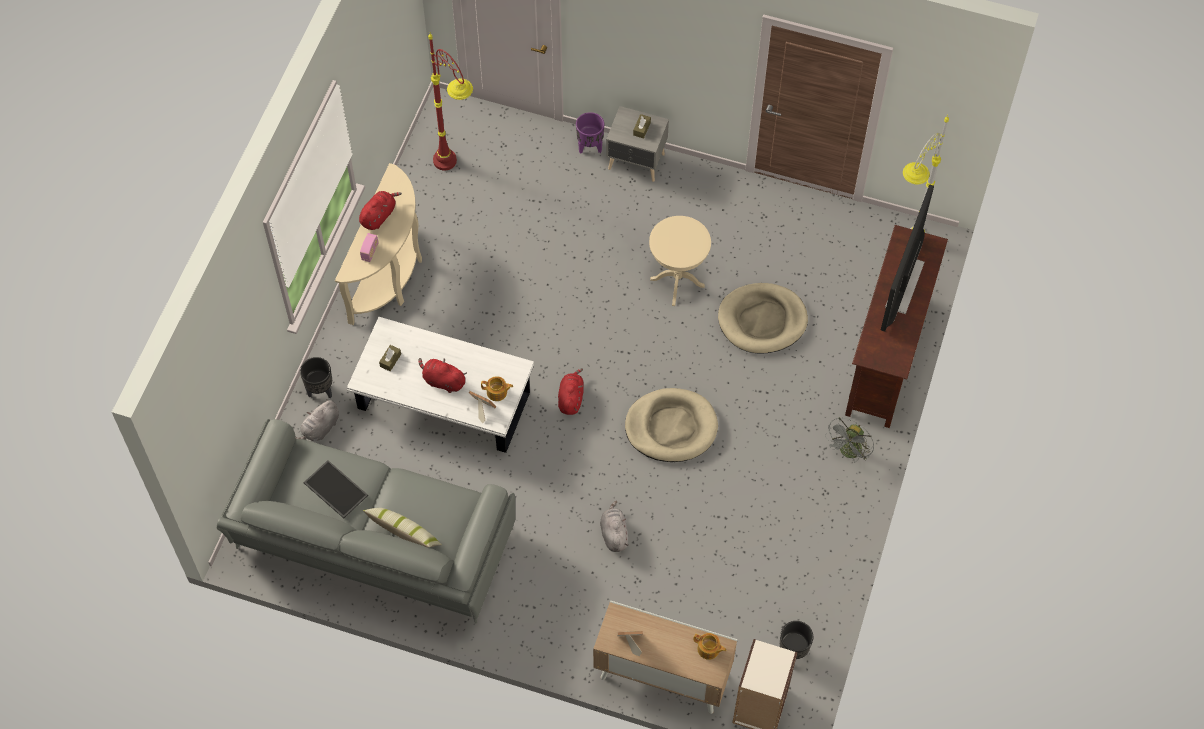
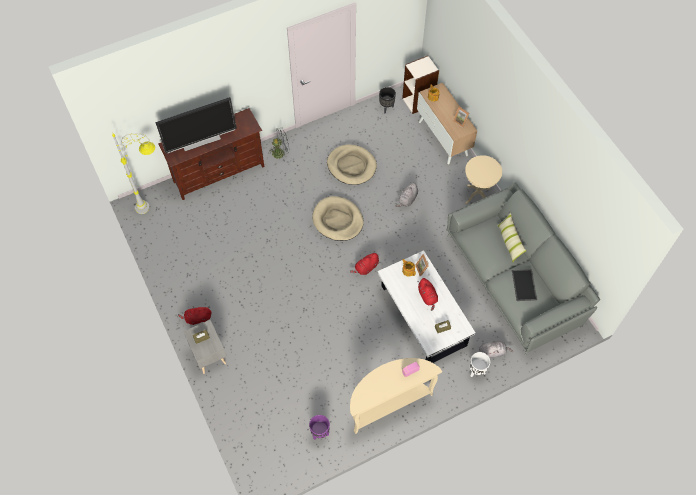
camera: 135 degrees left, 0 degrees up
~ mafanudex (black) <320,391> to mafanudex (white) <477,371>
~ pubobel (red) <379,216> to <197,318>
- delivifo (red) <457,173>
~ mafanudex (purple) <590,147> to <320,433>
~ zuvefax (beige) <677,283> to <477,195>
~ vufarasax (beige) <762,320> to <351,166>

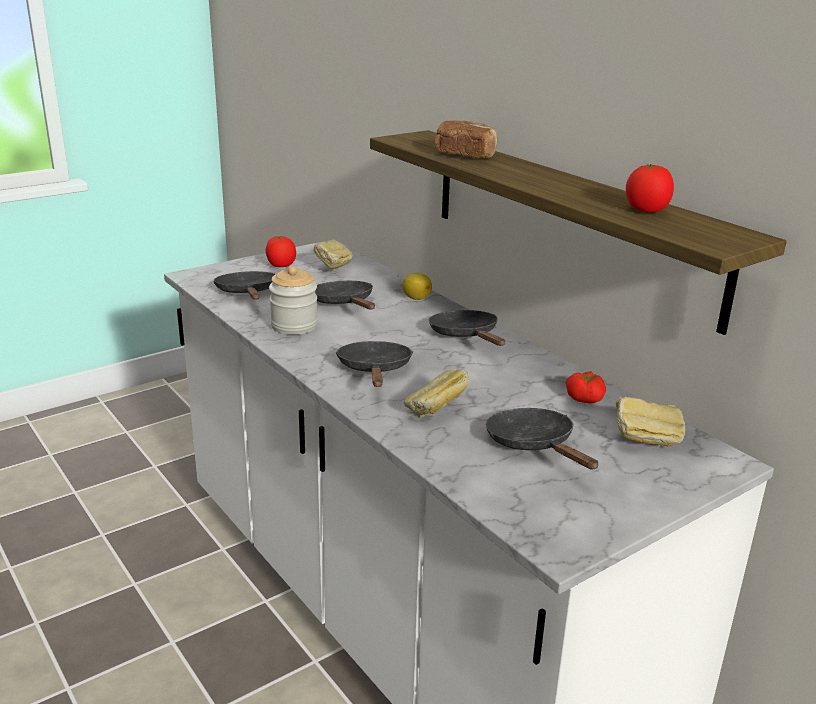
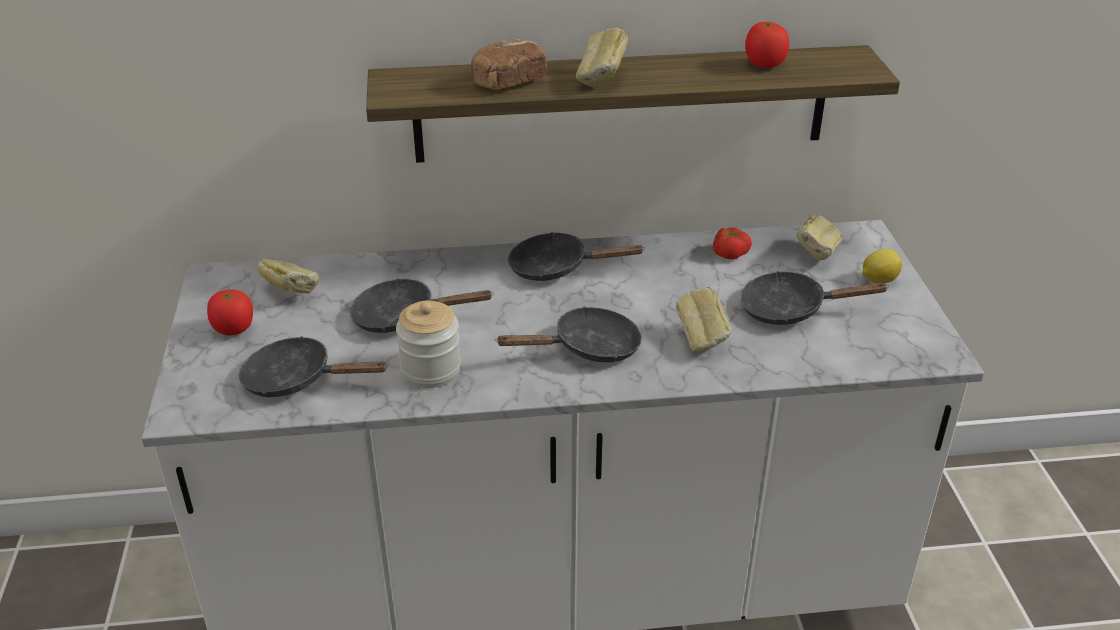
camera: 60 degrees left, 10 degrees up
~ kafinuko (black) <375,370> = <588,348> 135 degrees clockwise
~ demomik <415,298> to <878,280>
+ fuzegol <601,80>

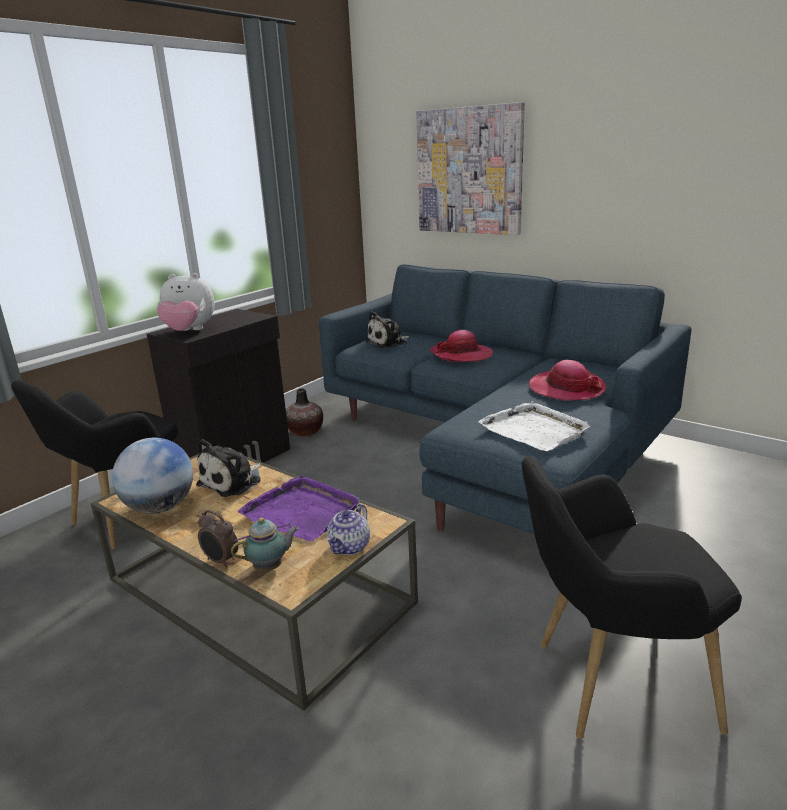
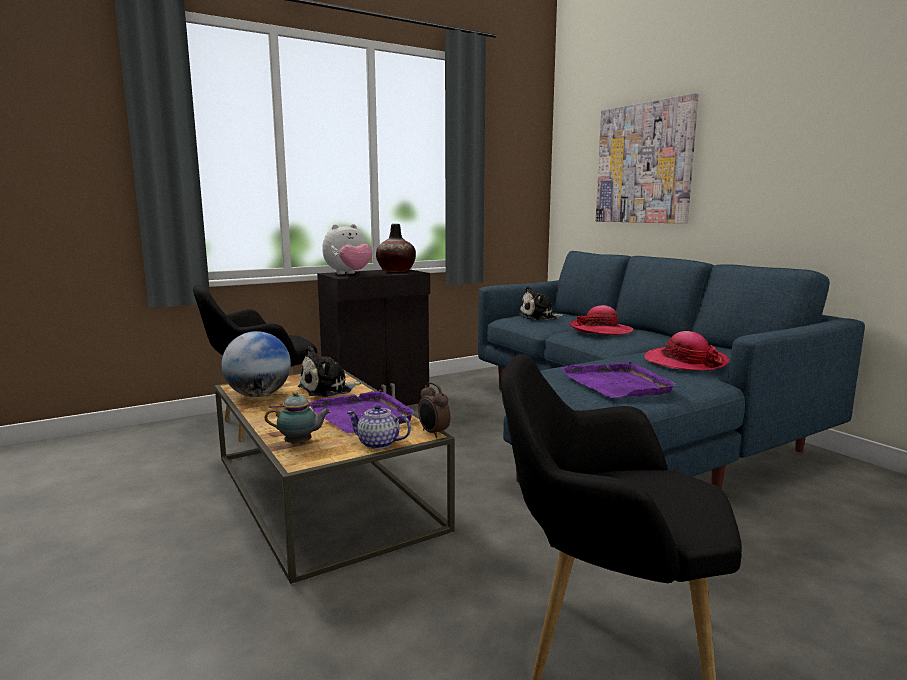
camera: 20 degrees right, 10 degrees down
~ pubobel <189,331> = <349,274> 60 degrees counterclockwise
~ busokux <220,561> to <433,433>
~ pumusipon <305,432> to <396,271>
~ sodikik <350,547> = <378,444> 60 degrees clockwise
~ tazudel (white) <534,430> to tazudel (purple) <617,384>

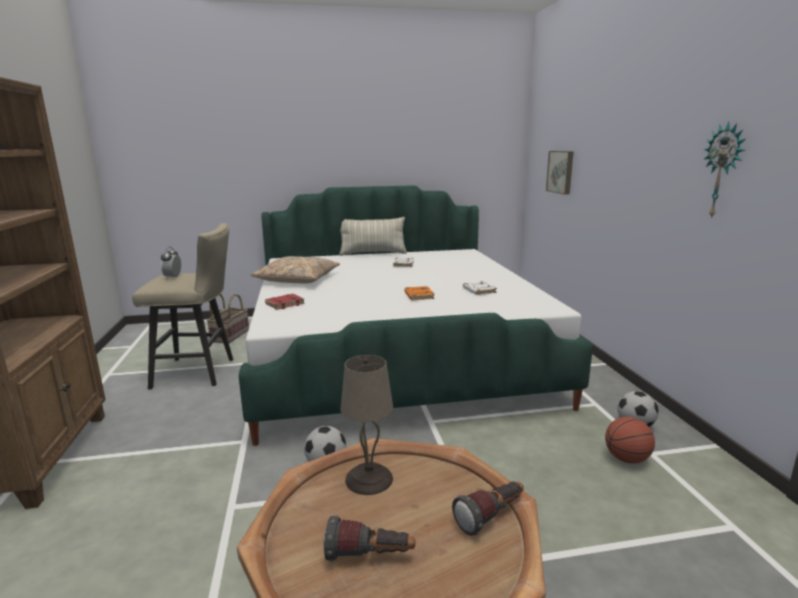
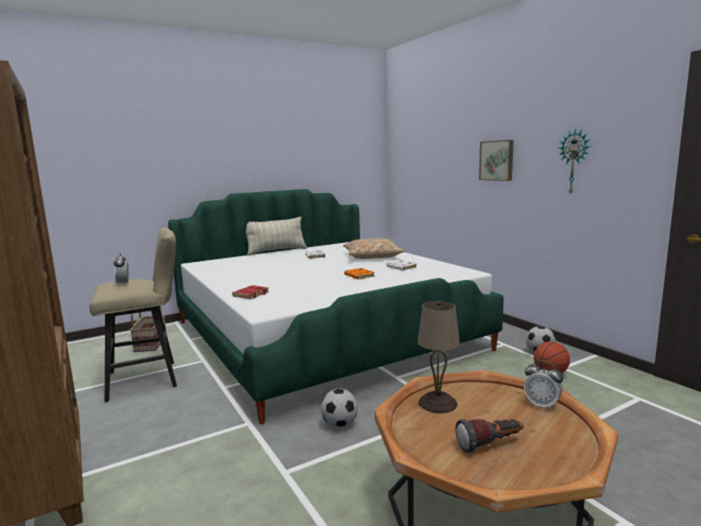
camera: 20 degrees left, 5 degrees down
~ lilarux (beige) <297,279> to <372,256>
~ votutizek <491,517> to busokux <542,405>
~ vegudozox <561,172> to <497,160>

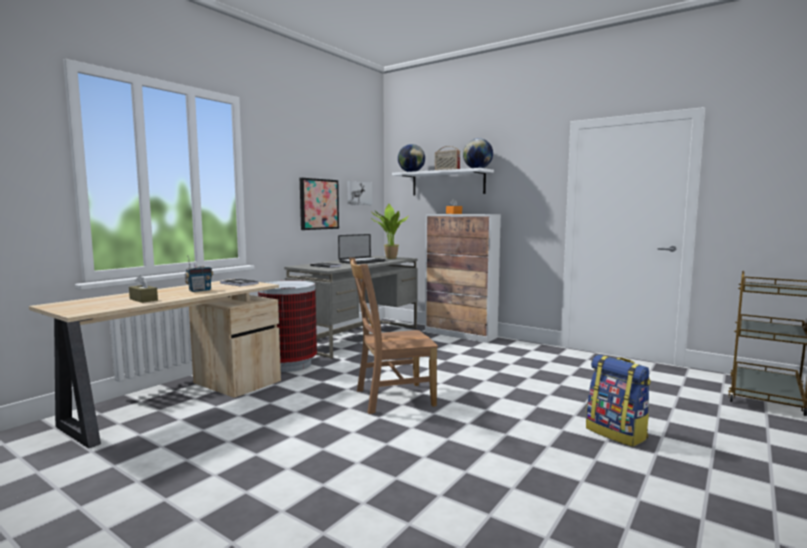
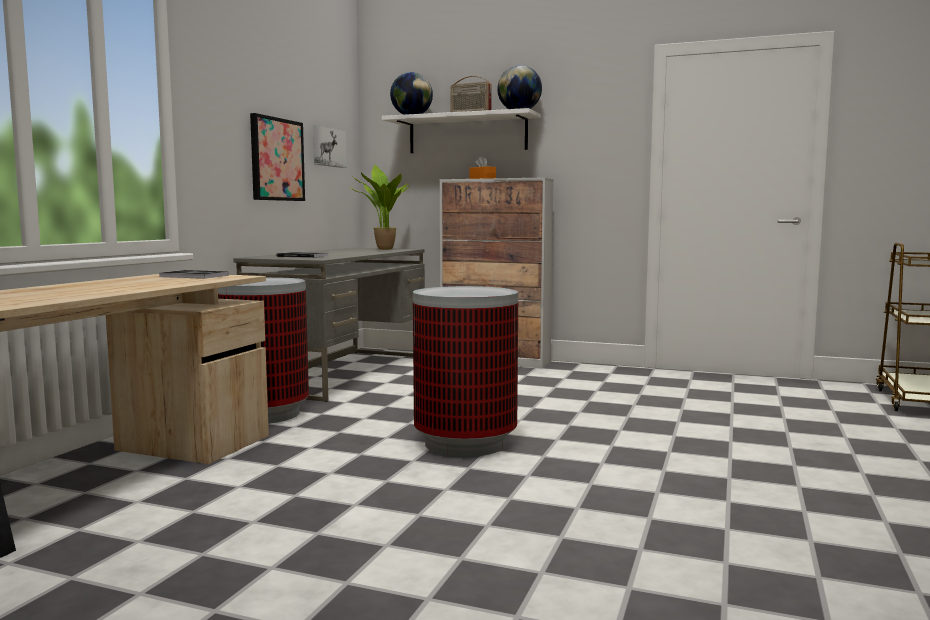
camera: 15 degrees left, 0 degrees up
- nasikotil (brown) <143,299>
- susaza <200,290>
- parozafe <362,262>
~ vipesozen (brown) <391,398> to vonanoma <464,443>
- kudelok <617,433>

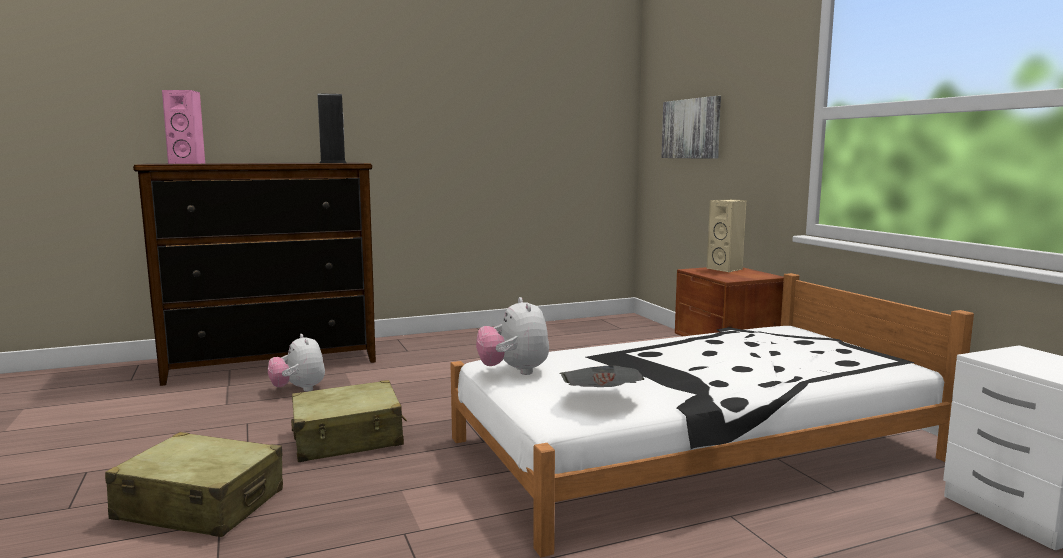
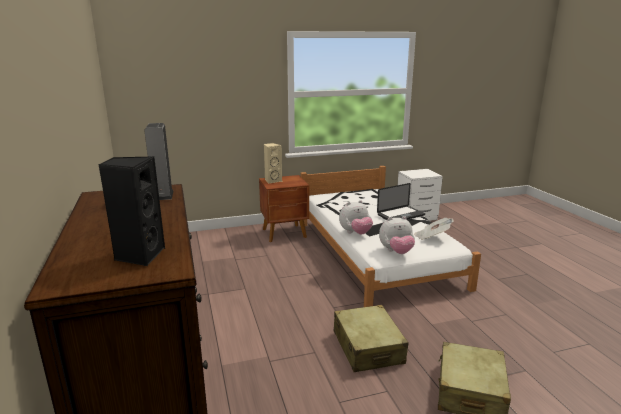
camera: 85 degrees left, 10 degrees up
~ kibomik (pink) <189,163> to kibomik (black) <139,255>
~ pubobel <298,389> to <355,233>
- vegudozox <691,128>
+ parozafe <400,215>

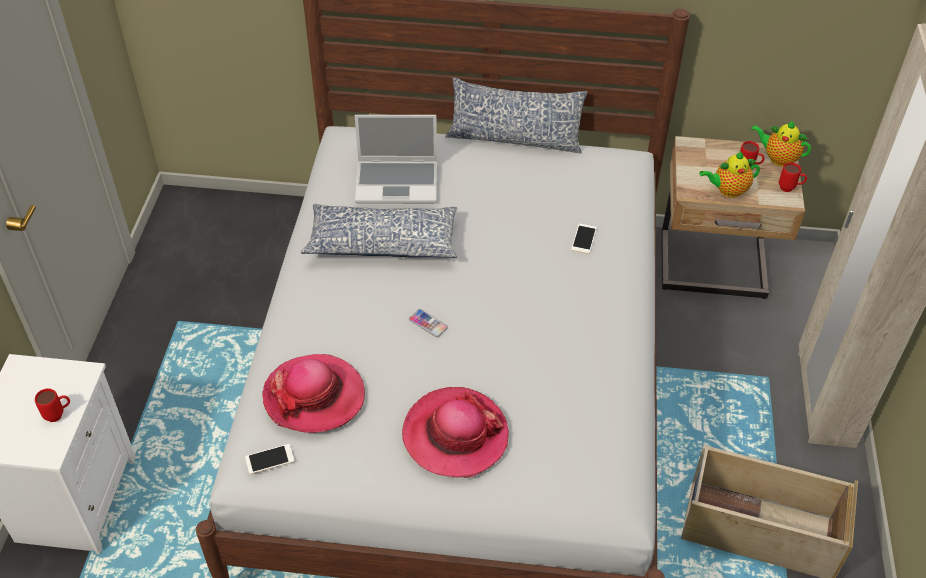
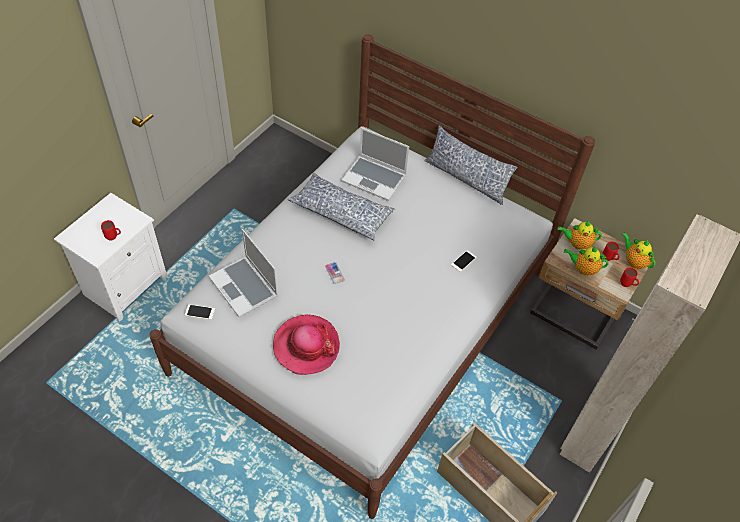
camera: 25 degrees right, 5 degrees up
~ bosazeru <314,396> to parozafe <245,287>
+ sodikik <577,243>

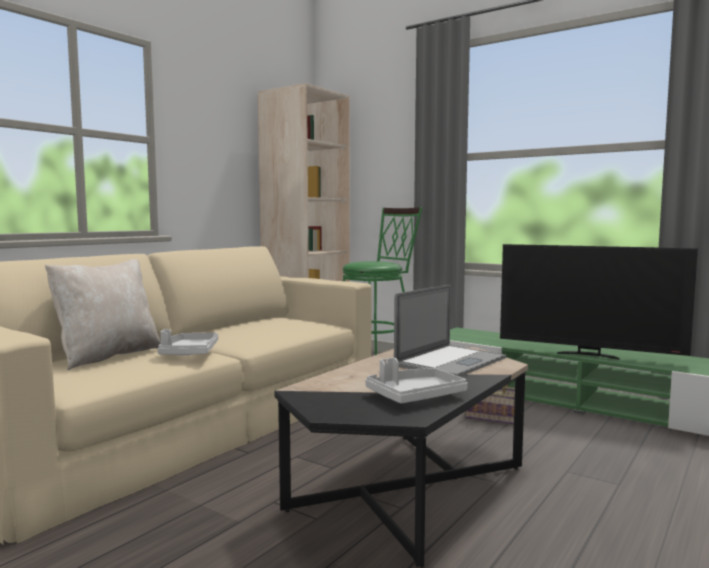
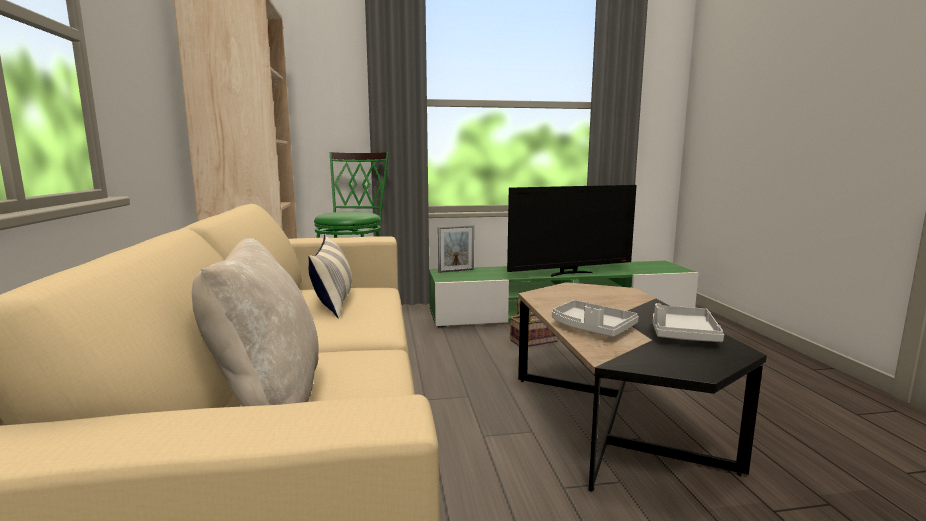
camera: 45 degrees left, 5 degrees up
~ tazudel (grey) <189,353> to <592,329>
- parozafe <451,362>
+ lilarux <334,298>
+ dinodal <456,271>

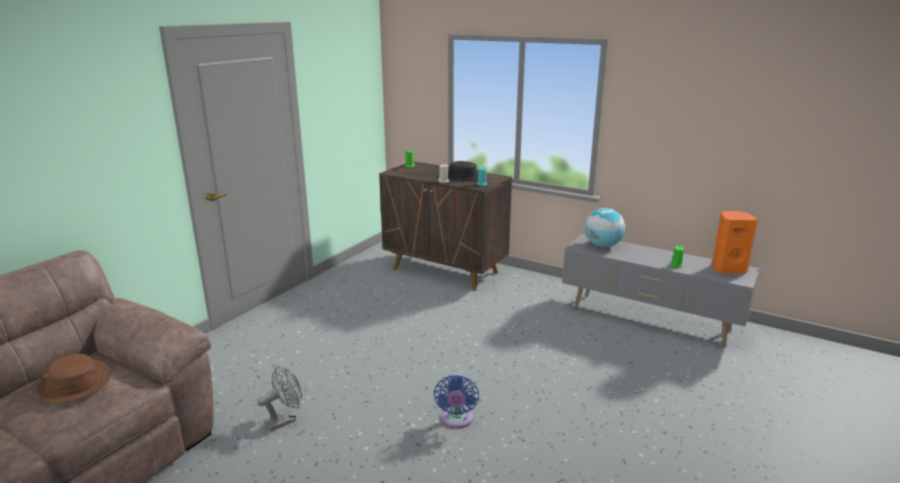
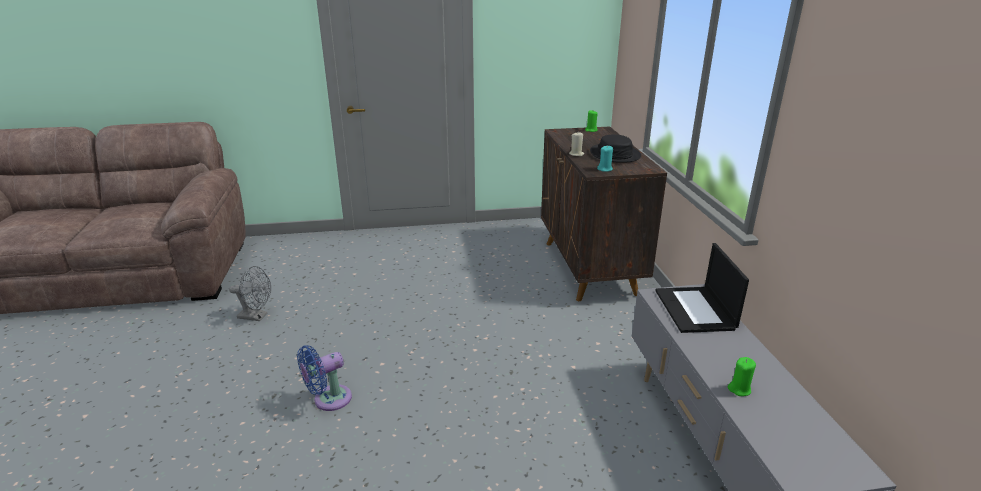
camera: 50 degrees right, 5 degrees up
- bosazeru (brown) <74,382>
~ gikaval <603,245> to parozafe <695,310>
- kibomik (orange) <727,269>

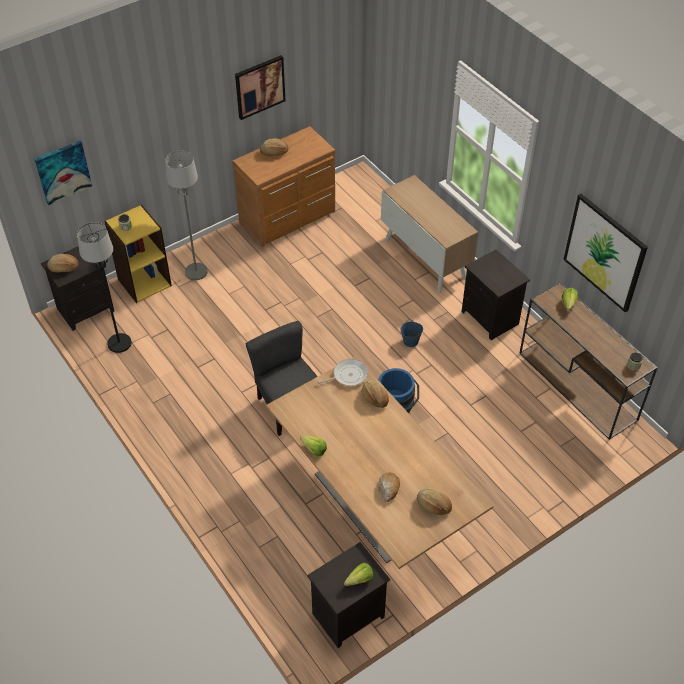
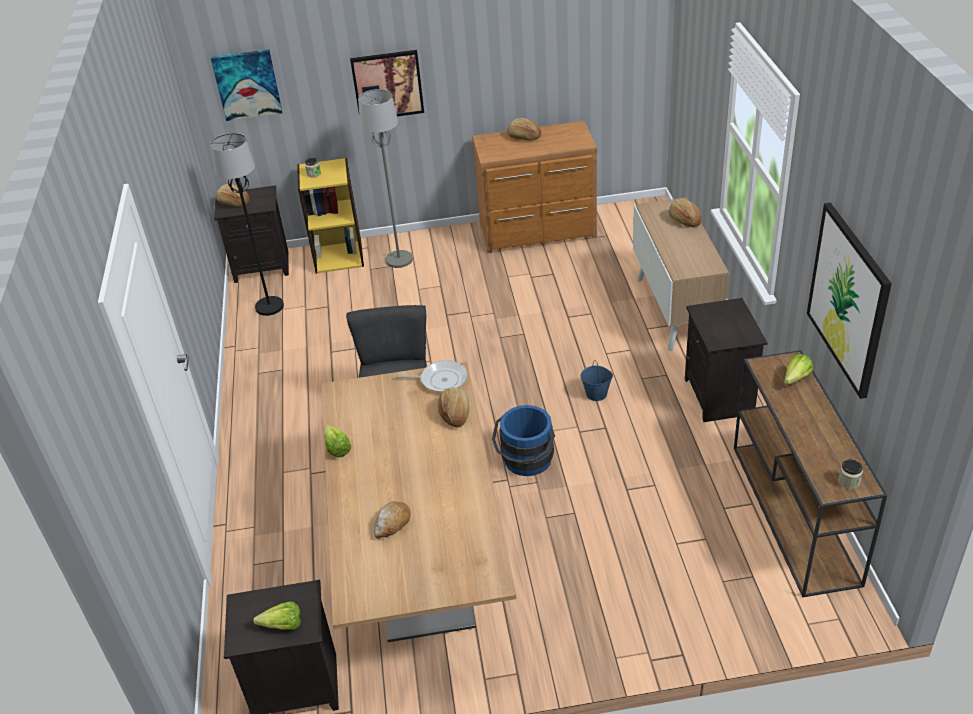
camera: 30 degrees right, 10 degrees down
~ vegudozox <259,86> to <387,85>
~ fuzegol <433,505> to <684,220>

